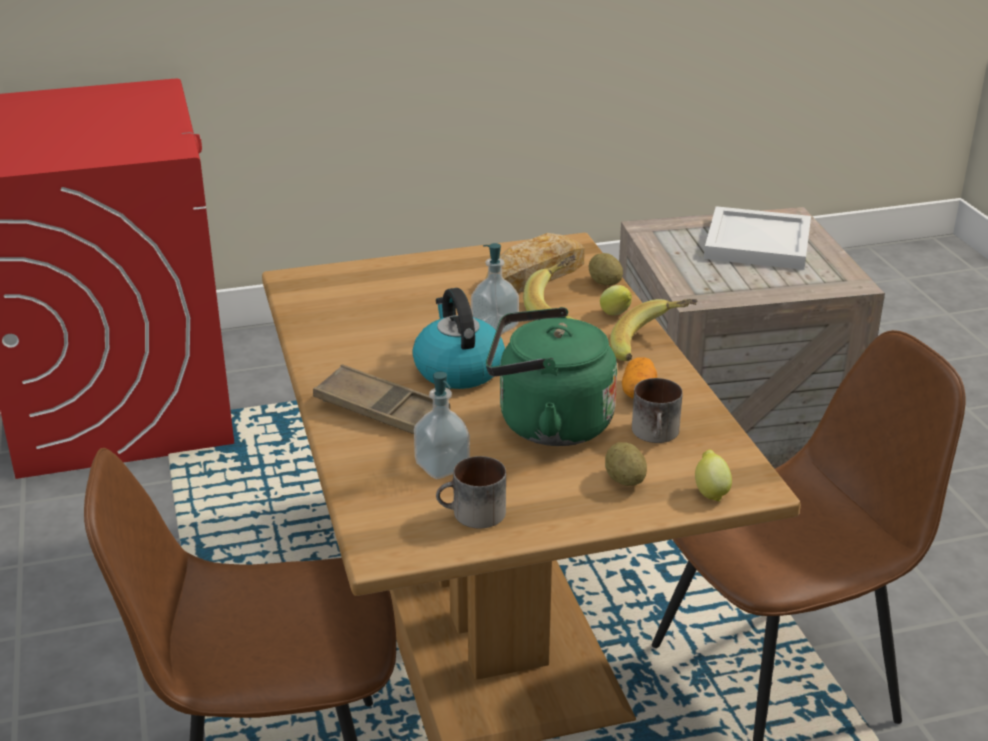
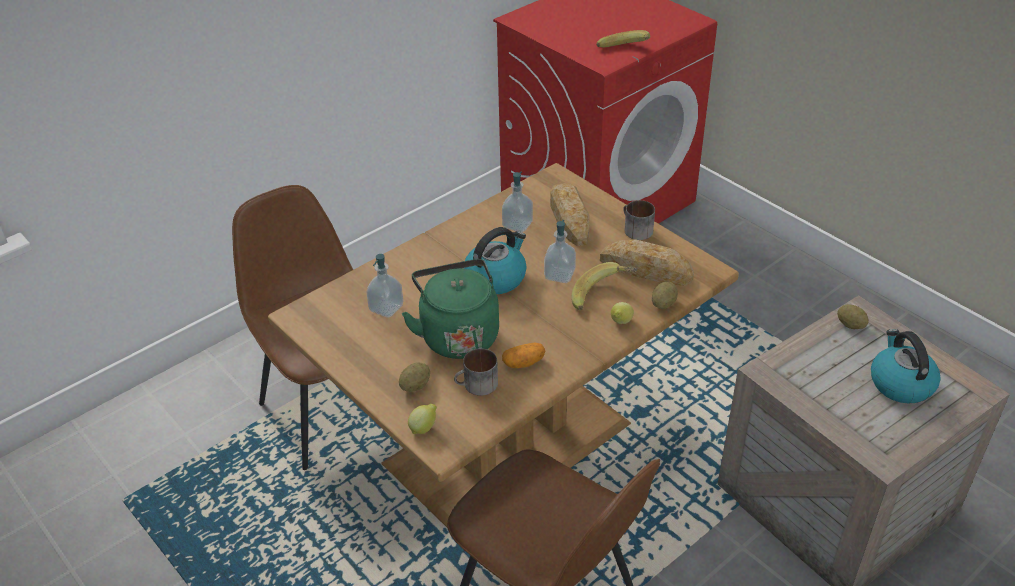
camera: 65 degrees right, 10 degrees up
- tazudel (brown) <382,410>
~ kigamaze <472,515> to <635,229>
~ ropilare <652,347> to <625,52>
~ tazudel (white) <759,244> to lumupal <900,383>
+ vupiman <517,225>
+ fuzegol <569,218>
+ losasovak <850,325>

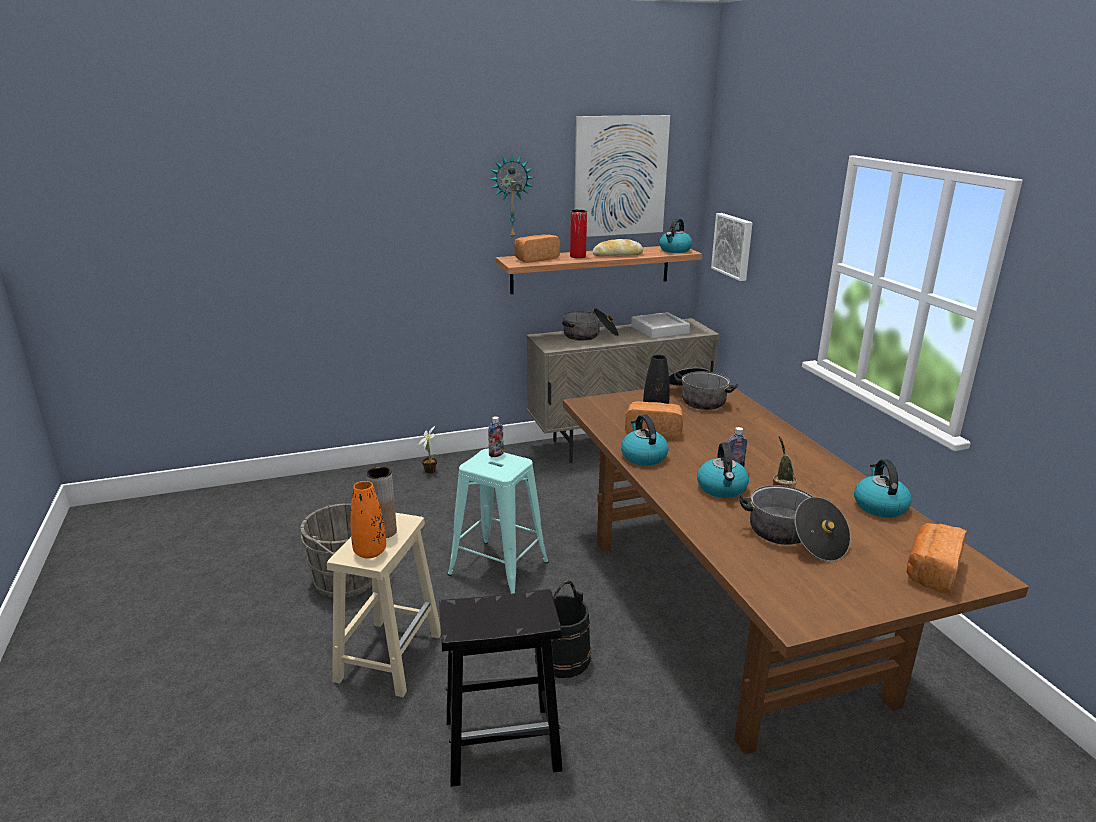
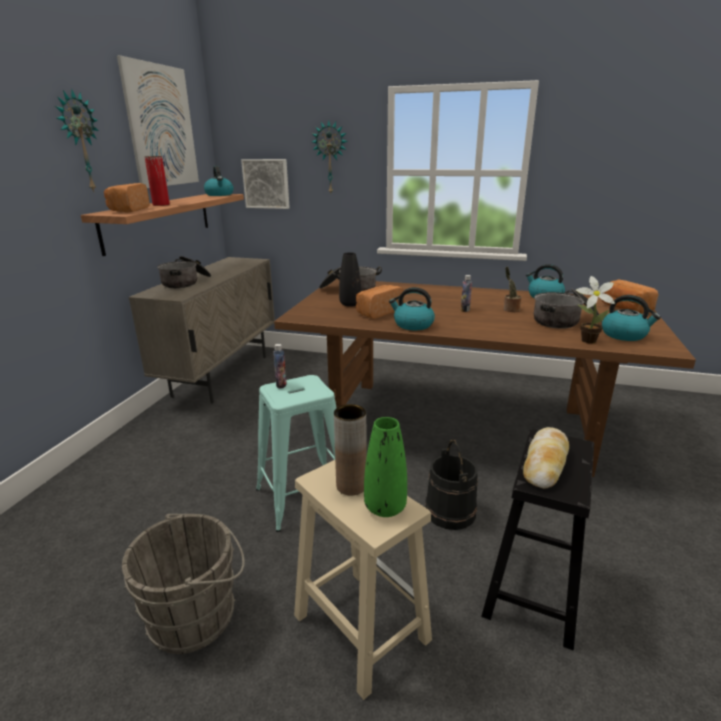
camera: 55 degrees left, 0 degrees up
~ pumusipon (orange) <370,552> to pumusipon (green) <385,507>
~ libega <430,470> to <585,340>
~ fuzegol <617,255> to <545,463>
- tazudel (grey) <659,330>
~ lumupal <722,489> to <624,335>
+ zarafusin <330,158>

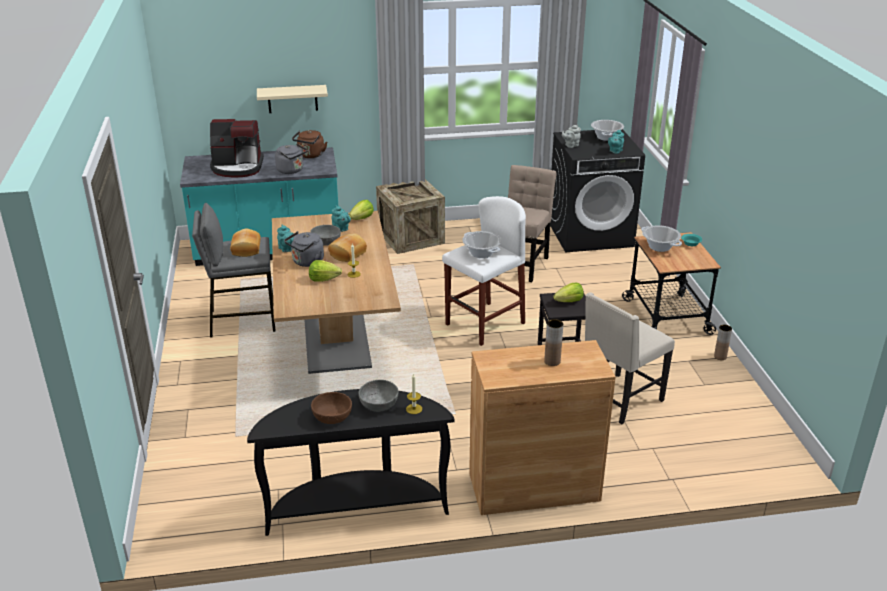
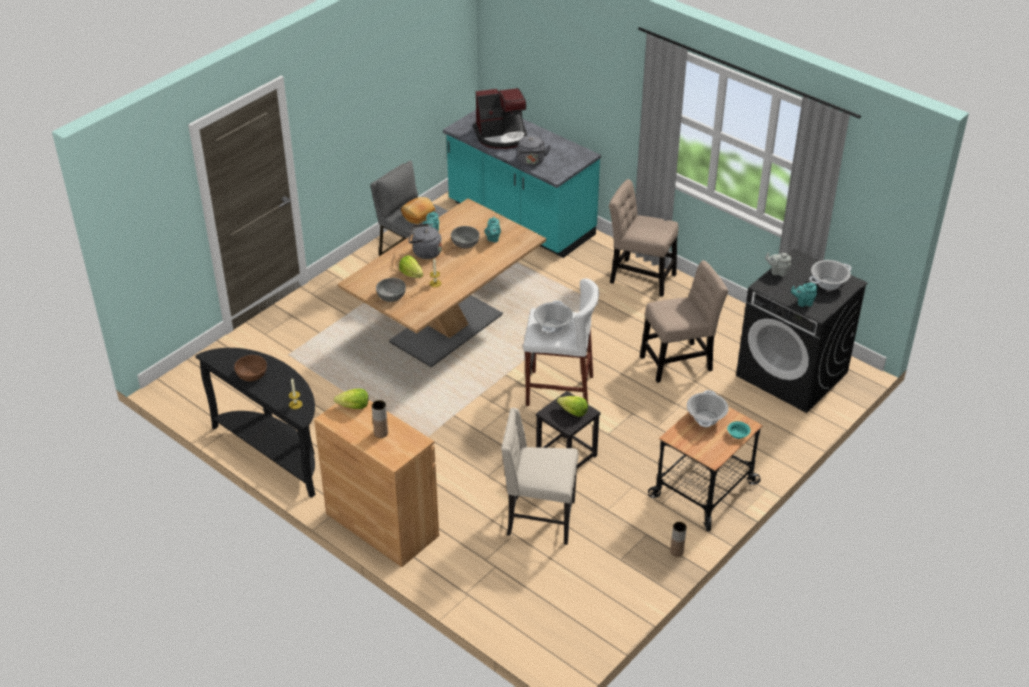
camera: 50 degrees right, 10 degrees up
~ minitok <237,167> = <501,136> 60 degrees counterclockwise
- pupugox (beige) <292,99>
- lumupal (brown) <310,155>
- fuzegol <347,254>
~ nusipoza <362,218> to <354,406>
~ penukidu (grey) <379,404> to <391,296>
~ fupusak <411,237> to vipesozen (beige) <639,277>

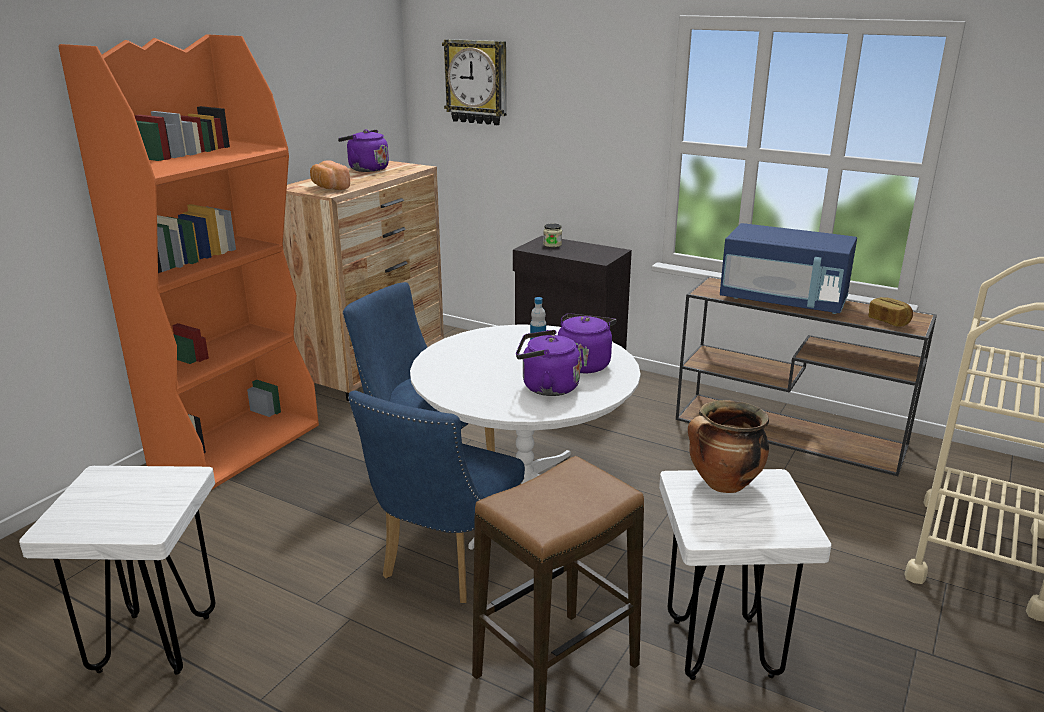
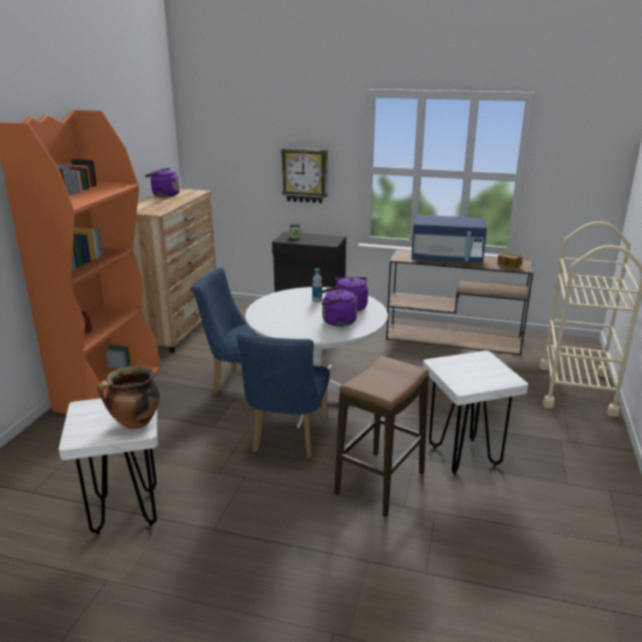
camera: 15 degrees left, 0 degrees up
- fuzegol <329,187>
~ zarafusin <477,82> to <305,175>
~ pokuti <723,485> to <135,423>

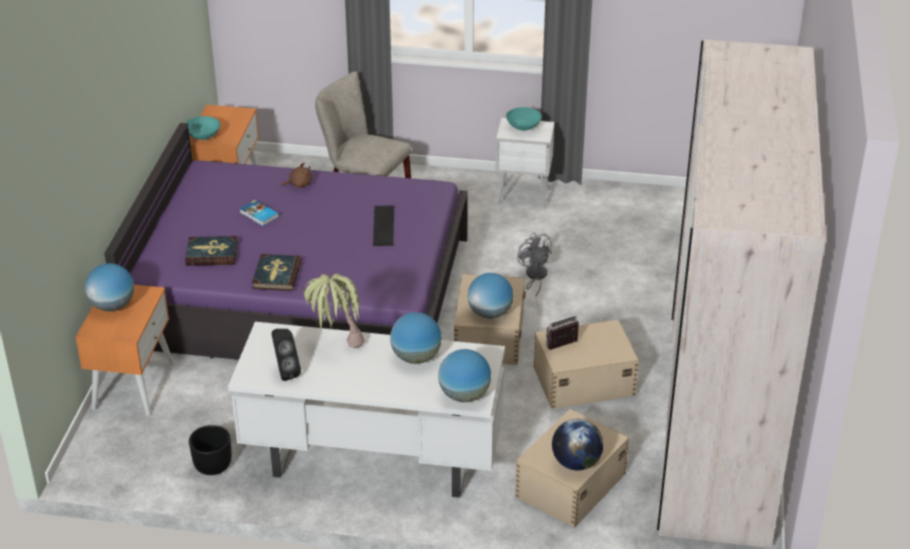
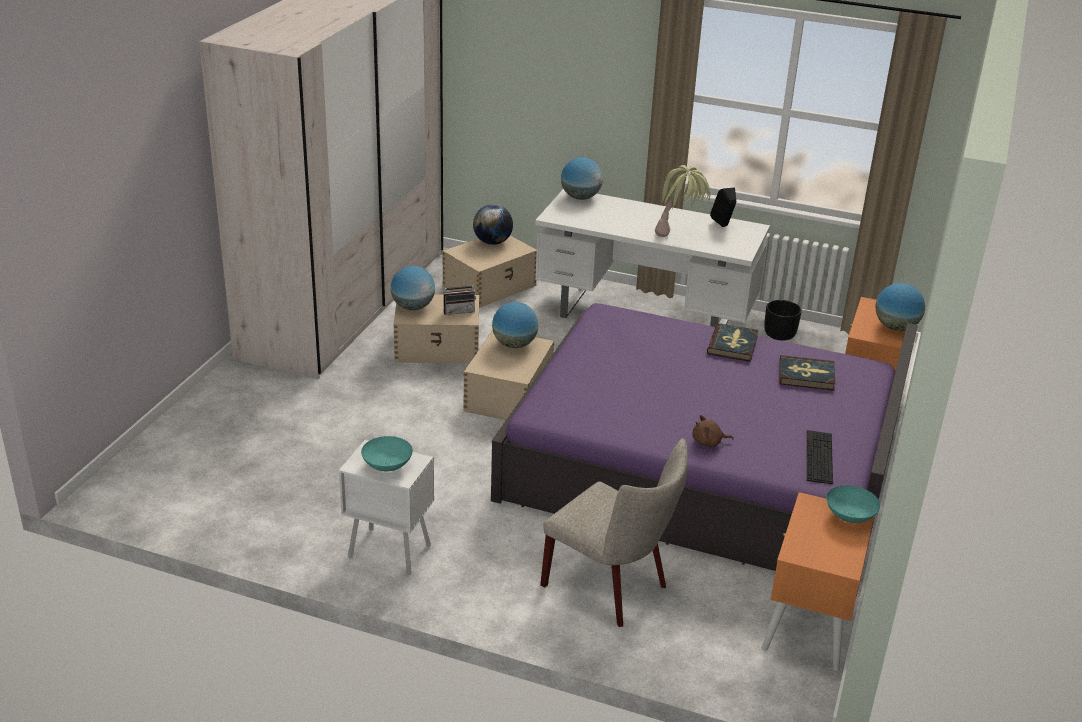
camera: 170 degrees left, 5 degrees down
- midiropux <259,215>
~ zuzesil <383,225> to <819,457>
~ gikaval <416,357> to <413,307>
- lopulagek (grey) <534,277>

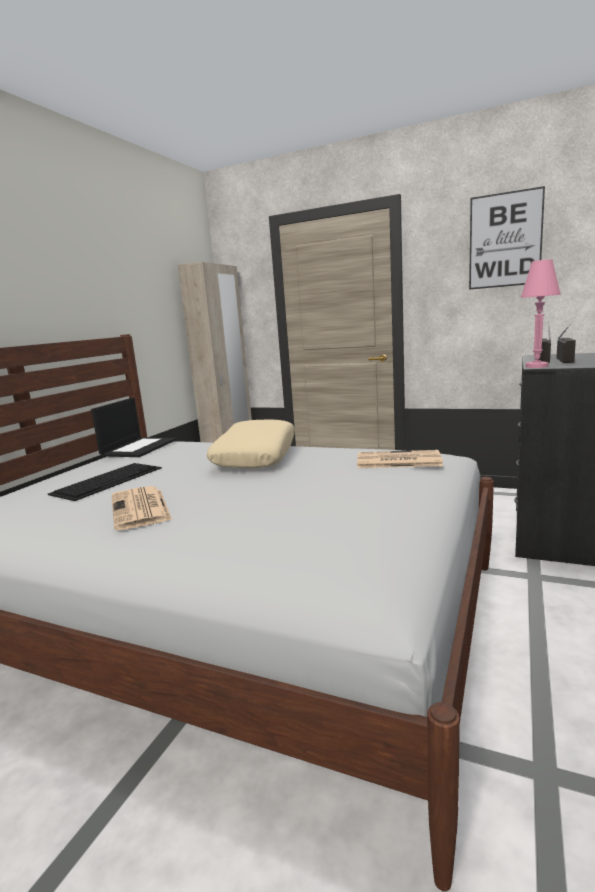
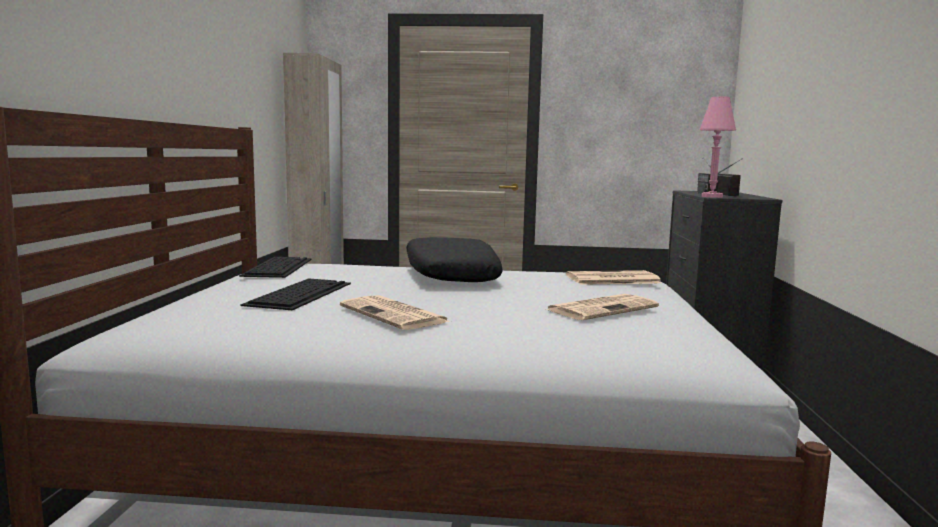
camera: 20 degrees left, 5 degrees down
~ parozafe <139,447> to zuzesil <278,267>
~ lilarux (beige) <255,456> to lilarux (black) <449,275>
- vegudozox <505,240>
+ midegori <602,308>

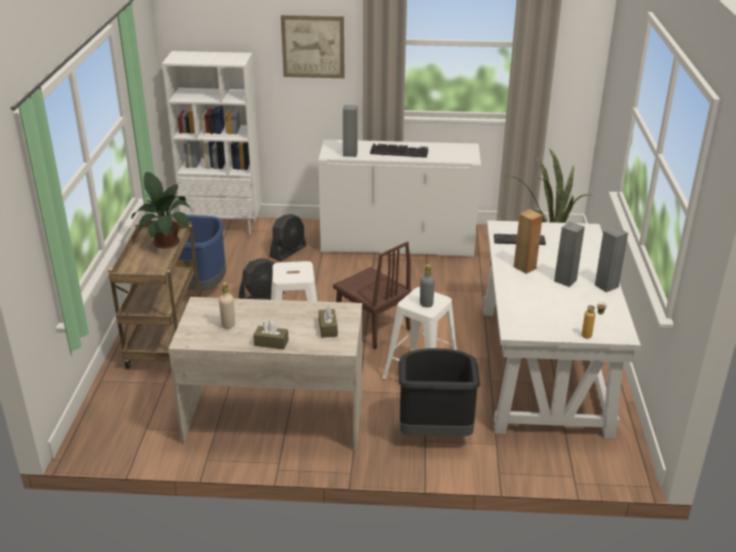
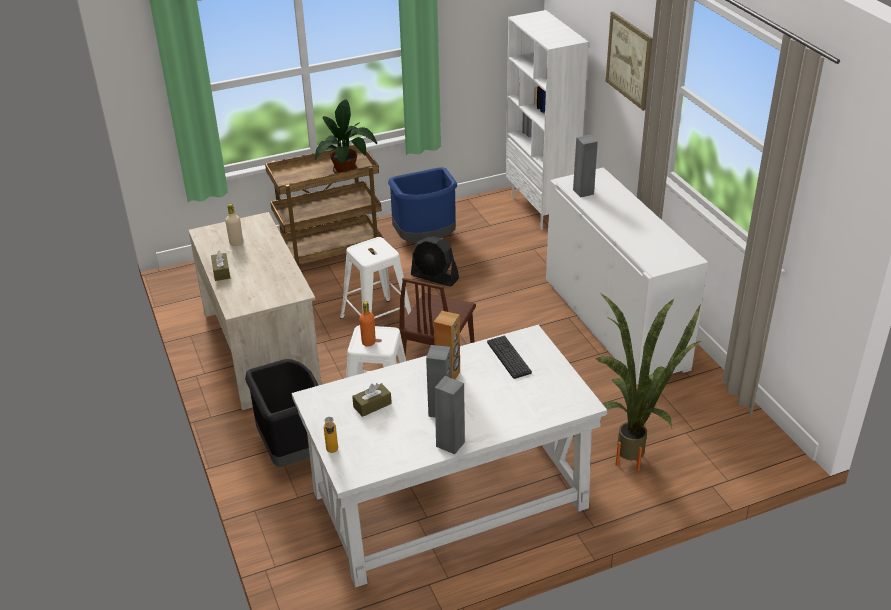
camera: 65 degrees right, 5 degrees up
- lopulagek (black) <288,251>
~ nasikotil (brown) <328,328> to <372,405>
- zuzesil <400,152>
~ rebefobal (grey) <426,304> to rebefobal (orange) <368,342>

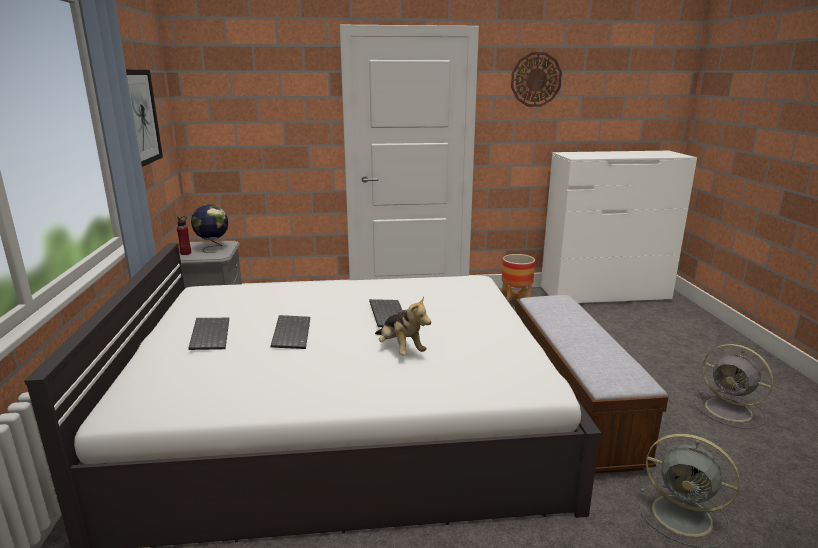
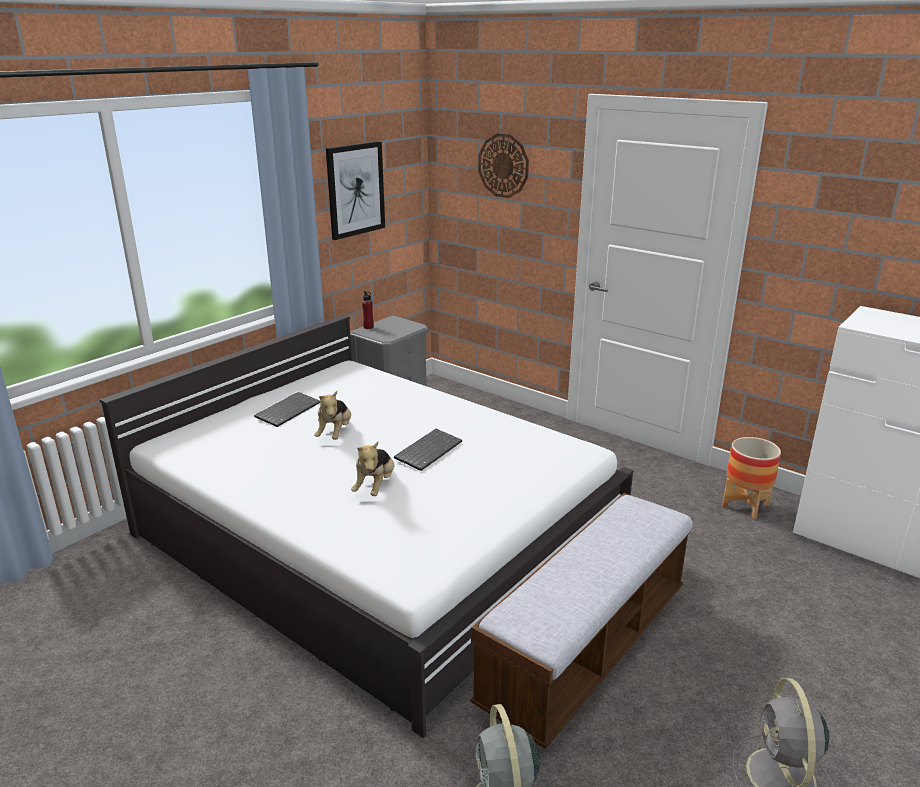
camera: 45 degrees right, 5 degrees up
- gikaval <213,248>
~ zuzesil <290,333> to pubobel <335,433>
~ zarafusin <536,79> to <503,165>

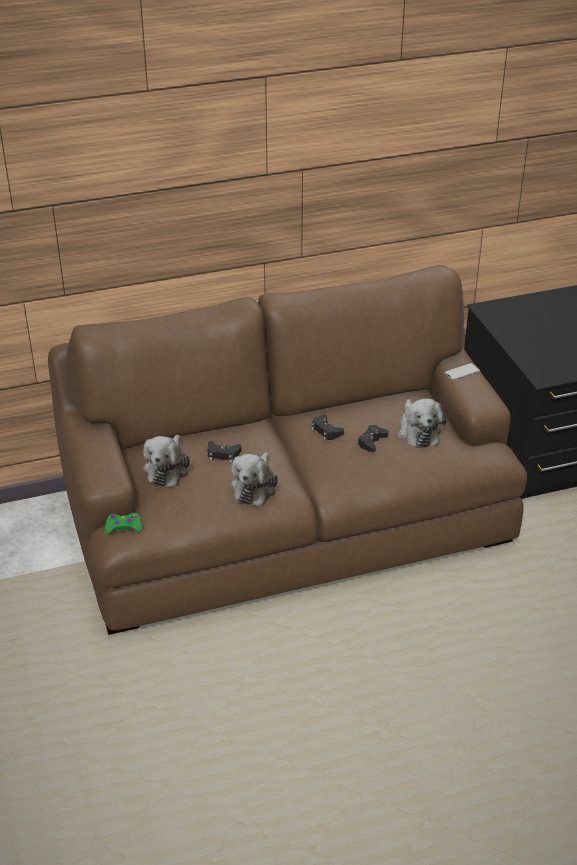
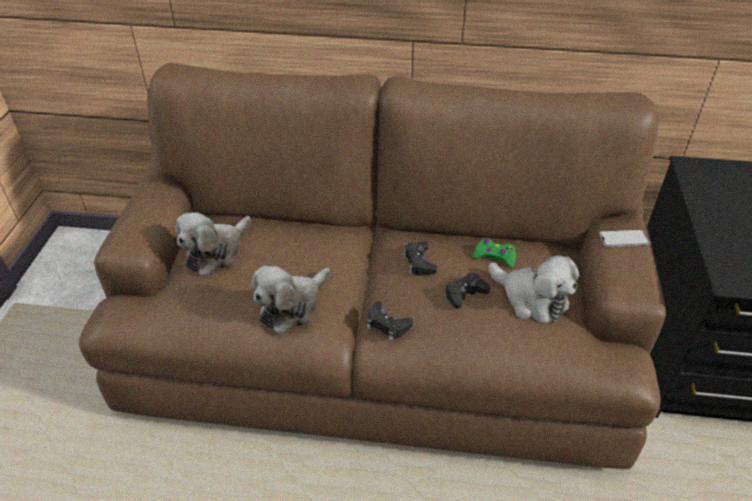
camera: 25 degrees right, 5 degrees up
~ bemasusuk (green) <123,527> to <494,256>
~ bemasusuk (black) <223,454> to <387,325>
~ pubobel <418,431> = <531,299> 60 degrees counterclockwise

